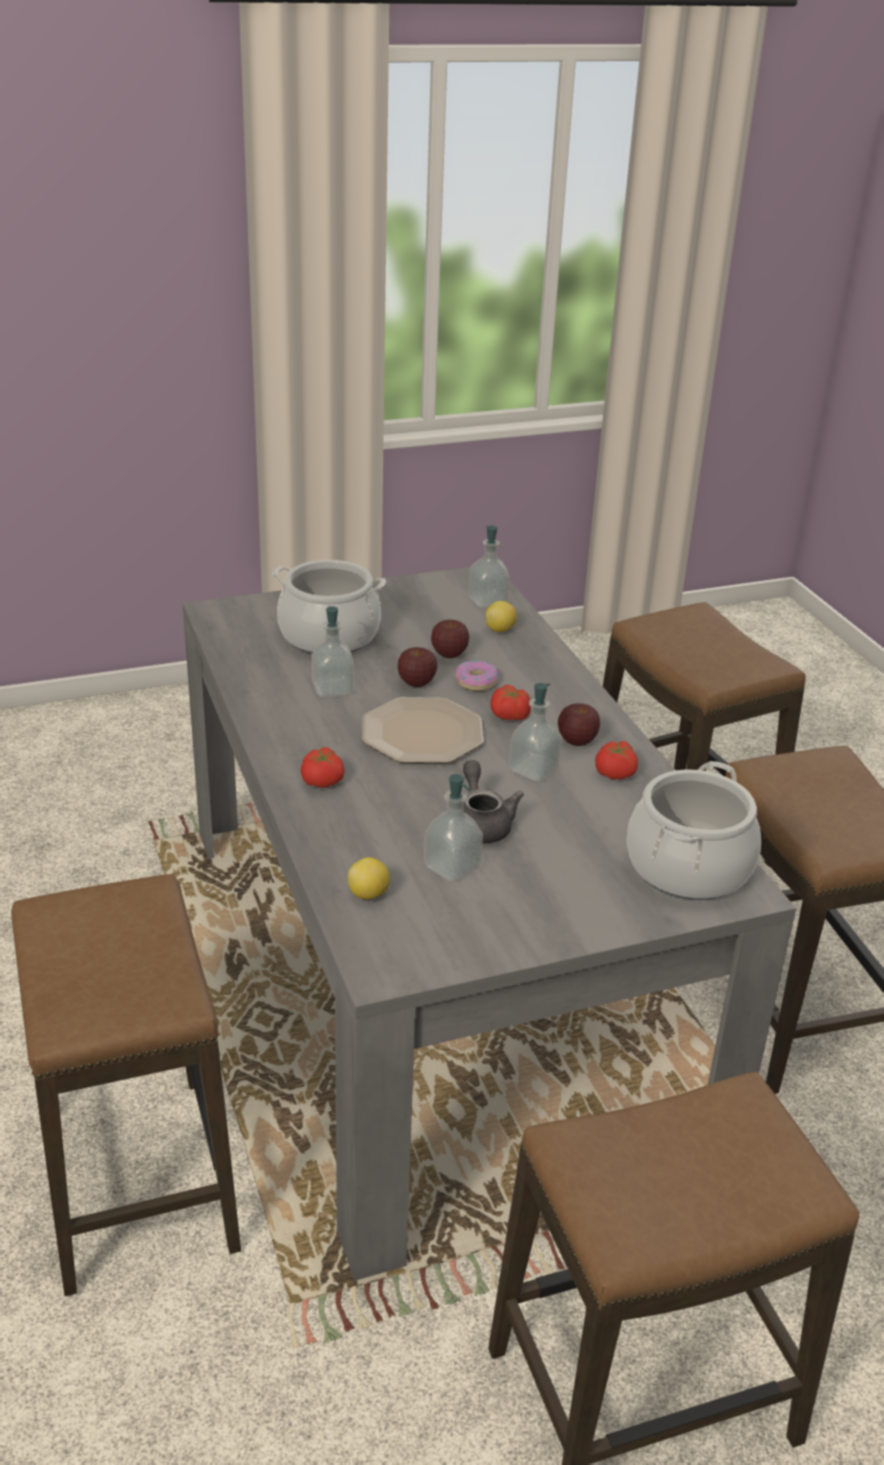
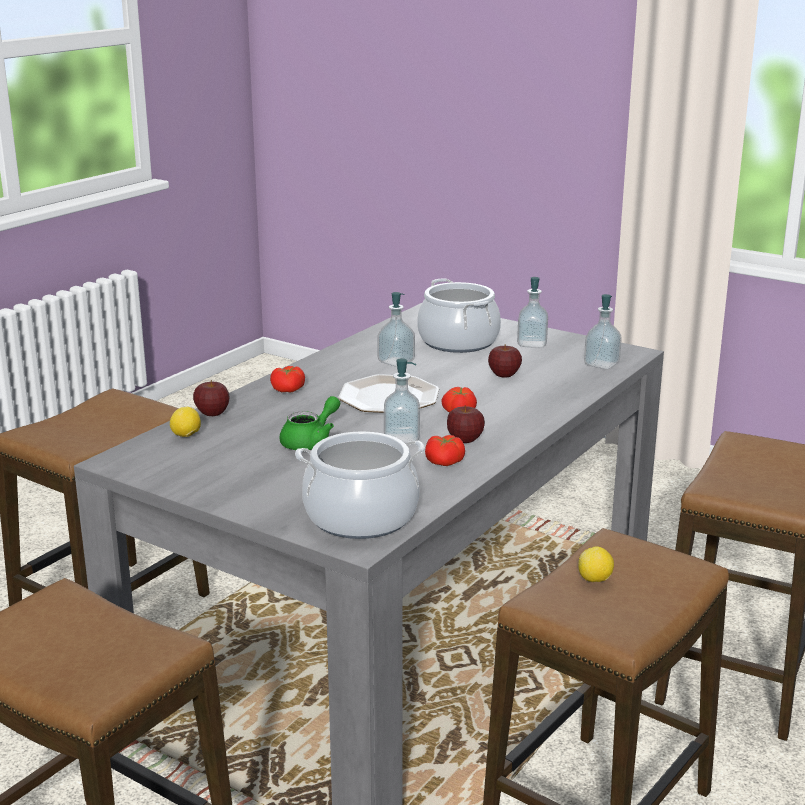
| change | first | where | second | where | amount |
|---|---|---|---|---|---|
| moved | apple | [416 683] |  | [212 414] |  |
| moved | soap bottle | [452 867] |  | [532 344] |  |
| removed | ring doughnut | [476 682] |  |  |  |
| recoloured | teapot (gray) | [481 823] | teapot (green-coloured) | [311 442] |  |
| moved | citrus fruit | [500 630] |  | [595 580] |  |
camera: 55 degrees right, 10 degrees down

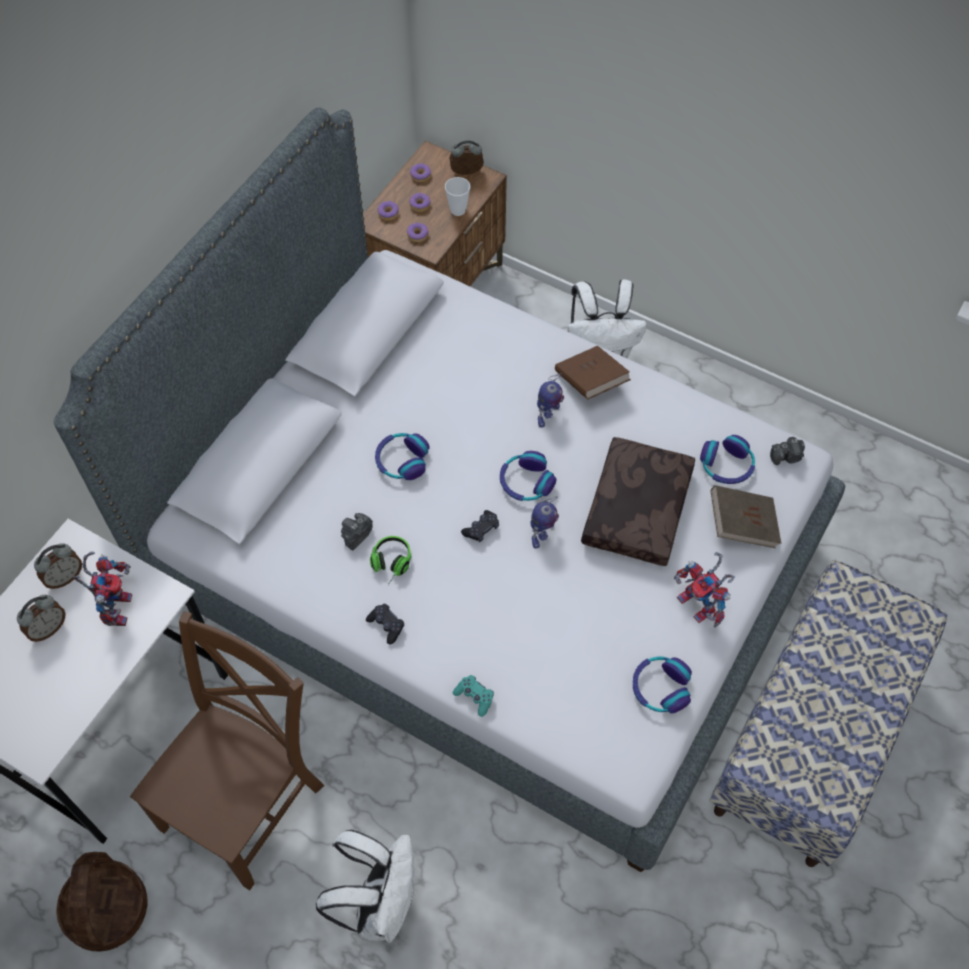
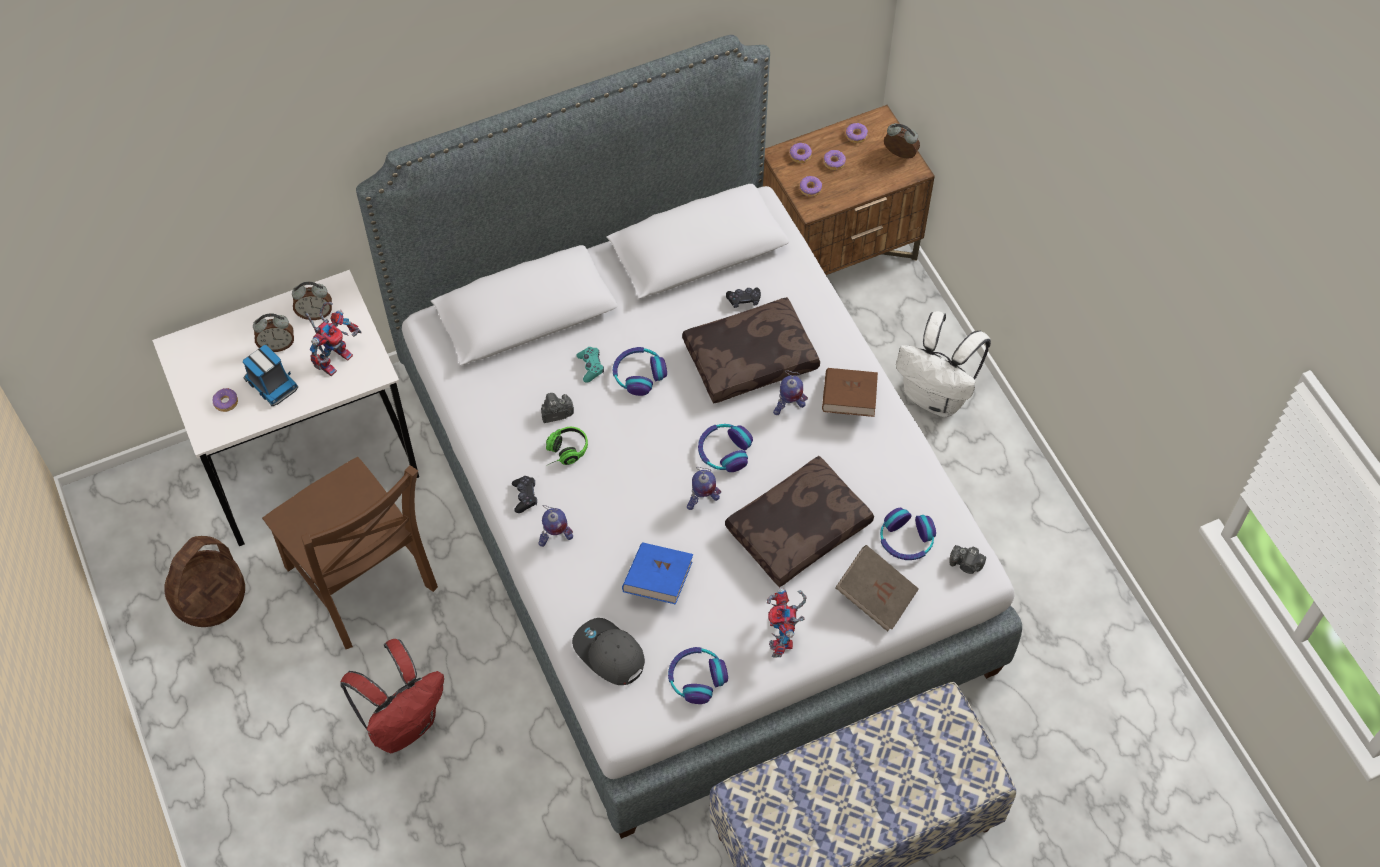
| change | first | where | second | where | amount |
|---|---|---|---|---|---|
| turned | chair (brownish) | [247 801] |  | [363 583] | 75 degrees clockwise |
| recoloured | knapsack (white) | [379 902] | knapsack (reddish) | [403 723] |  |
| removed | small cup | [458 210] |  |  |  |
| moved | game controller (turquoise-coloured) | [474 697] |  | [590 367] |  |
| moved | game controller (black-coloured) | [481 529] |  | [744 300] |  |
| added |  |  | ring doughnut | [226 402] |  |
| added |  |  | toy truck | [271 383] |  |
| added |  |  | robot figure | [555 539] |  |
| added |  |  | baseball cap (gray) | [608 654] |  |
| added |  |  | bound book (bluish) | [658 581] |  |
| added |  |  | throw pillow (brownish) | [750 357] |  |
camera: 35 degrees right, 0 degrees up

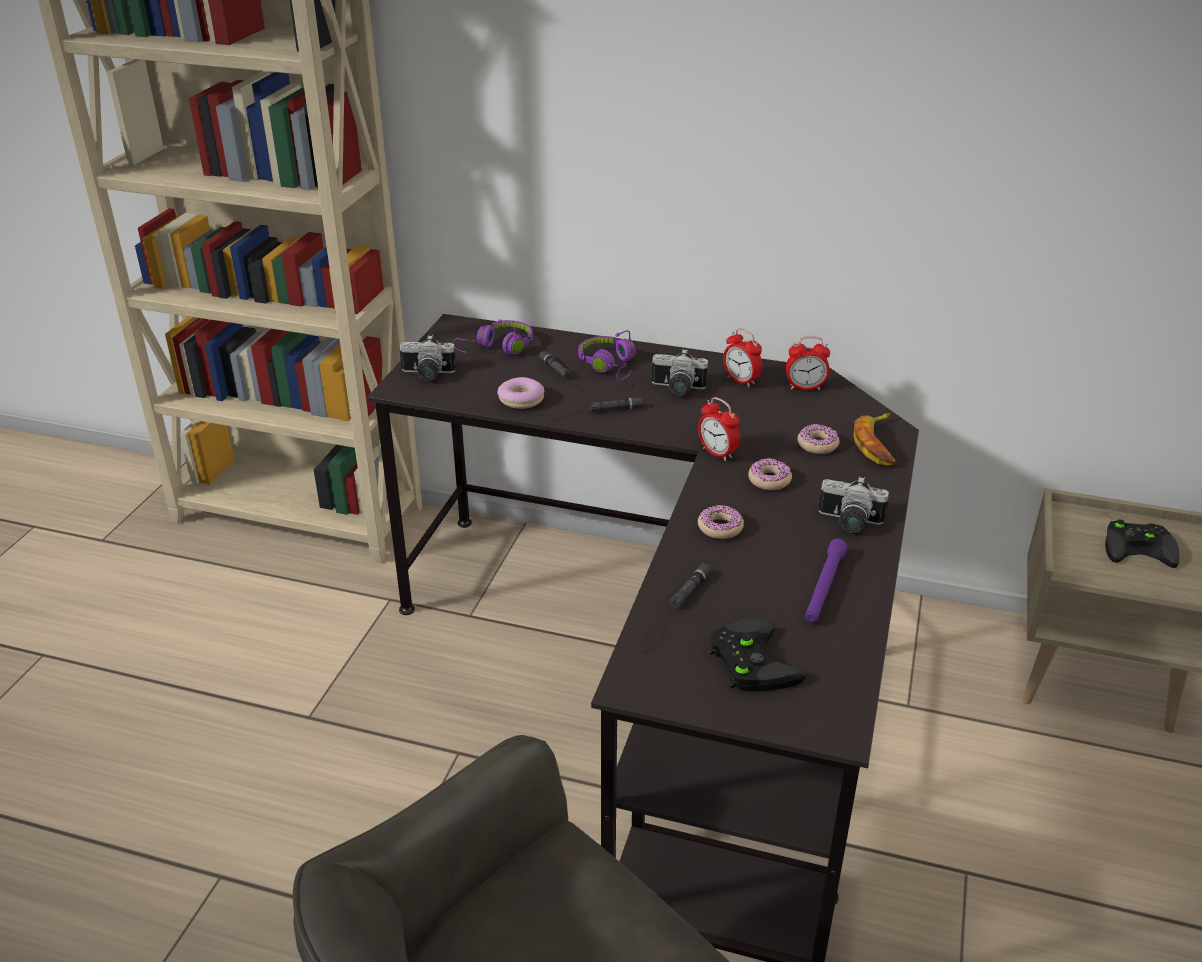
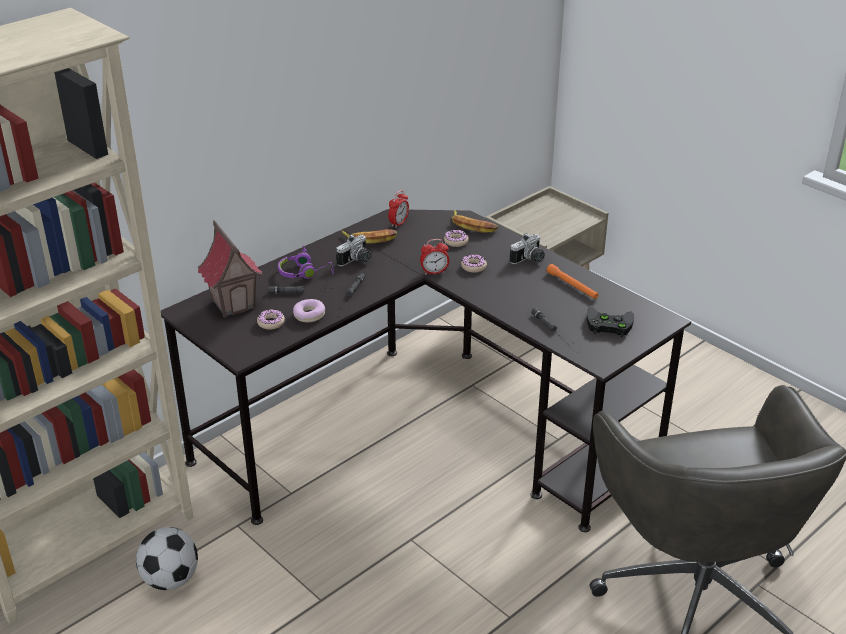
| change | first | where | second | where | amount |
|---|---|---|---|---|---|
| removed | still camera | [427 375] |  |  |  |
| replaced | headphones (purple-coloured) | [498 348] | model house | [234 304] |  |
| moved | ring doughnut | [720 527] |  | [271 323] |  |
| replaced | bedside clock | [741 381] | banana fruit | [370 239] |  |
| recoloured | torch (purple-coloured) | [824 587] | torch (orange-coloured) | [572 286] |  |
| removed | game controller (black-coloured) | [1140 547] |  |  |  |
| added |  |  | ball for football | [170 579] |  |
camera: 60 degrees left, 0 degrees up

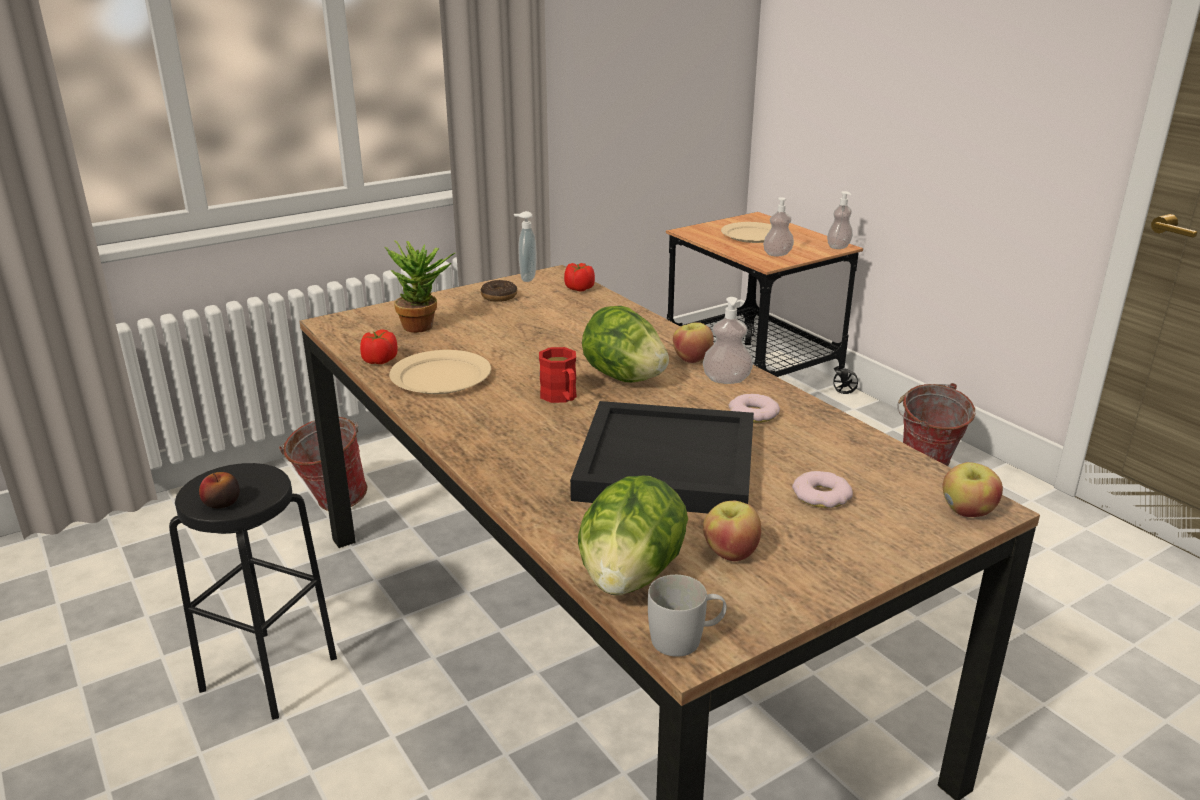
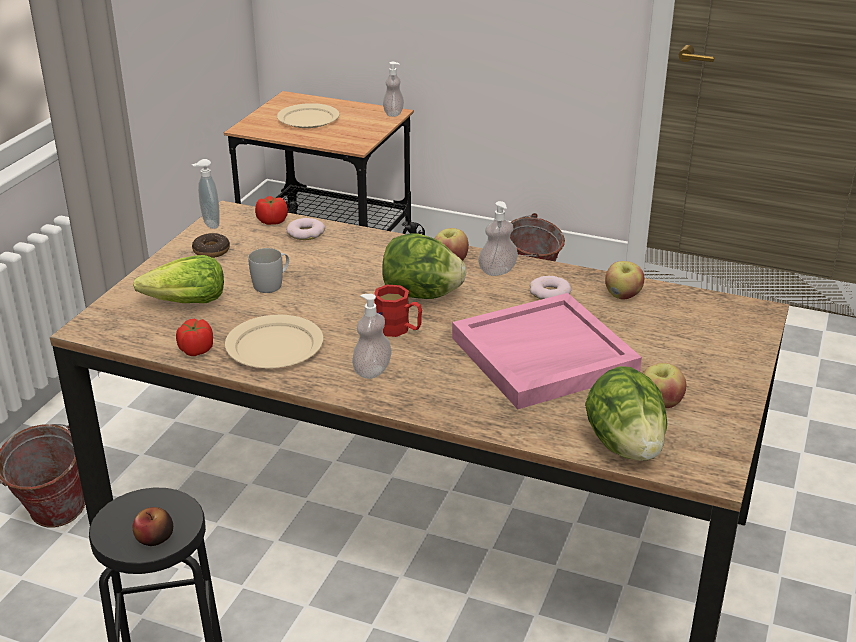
| change | first | where | second | where | amount |
|---|---|---|---|---|---|
| replaced | plant in a pot | [424 326] | head of lettuce | [186 303] |  |
| recoloured | serving tray (black-coloured) | [665 465] | serving tray (pink-coloured) | [543 356] |  |
| moved | tea mug (white) | [686 639] |  | [272 284] |  |
| moved | soap bottle | [777 254] |  | [372 371] |  |
| moved | ring doughnut | [821 495] |  | [306 233] |  |
| moved | apple | [967 512] |  | [622 296] |  |
camera: 35 degrees left, 5 degrees up

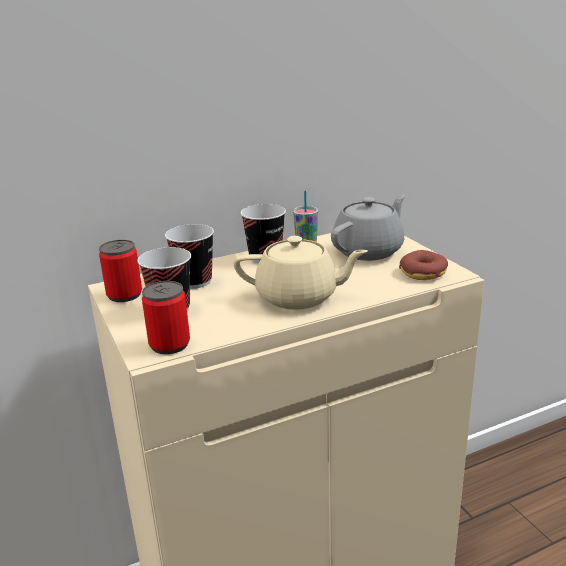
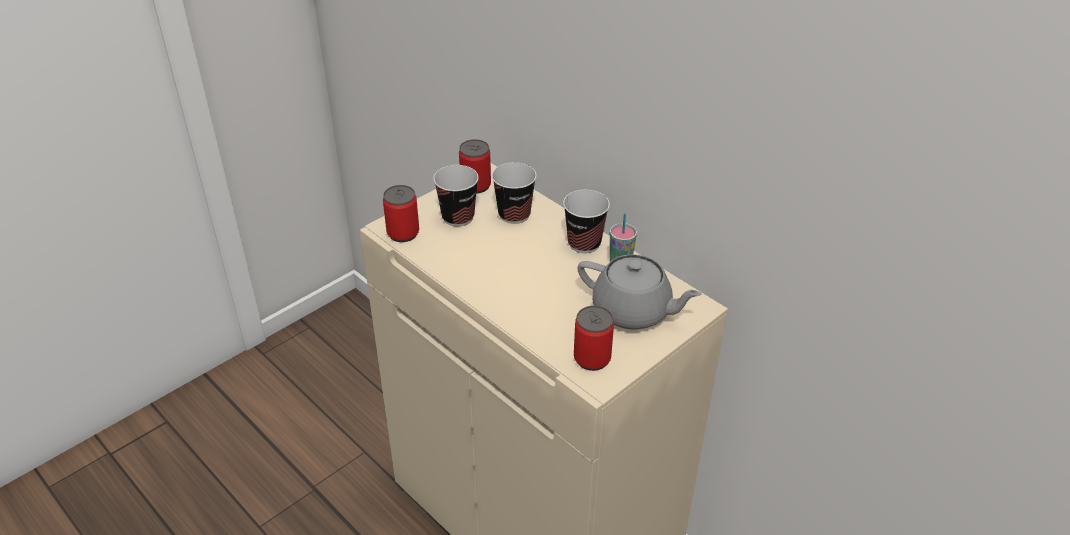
| change | first | where | second | where | amount |
|---|---|---|---|---|---|
| removed | teapot (sand-coloured) | [299 297] |  |  |  |
| replaced | ring doughnut | [423 272] | metal can | [592 358] |  |
camera: 70 degrees right, 15 degrees up

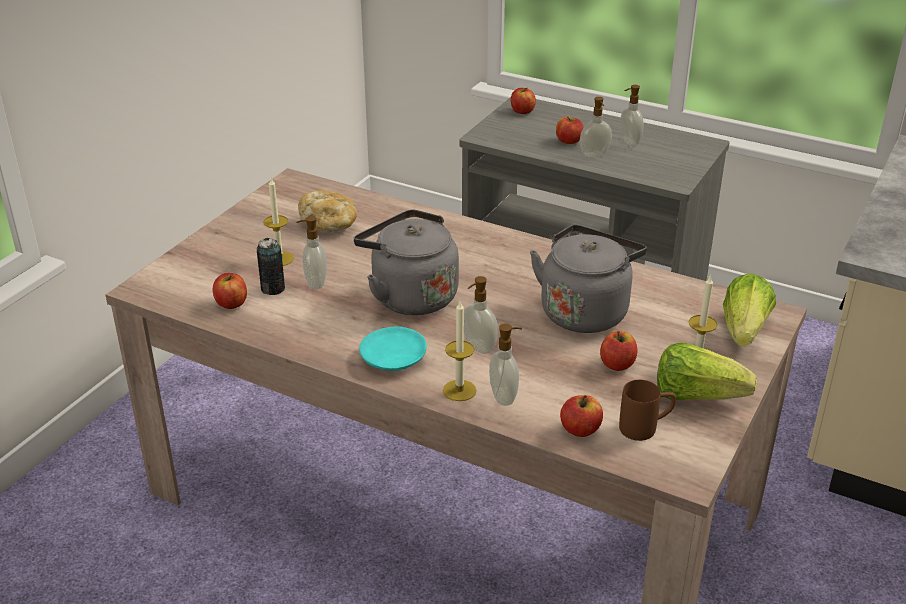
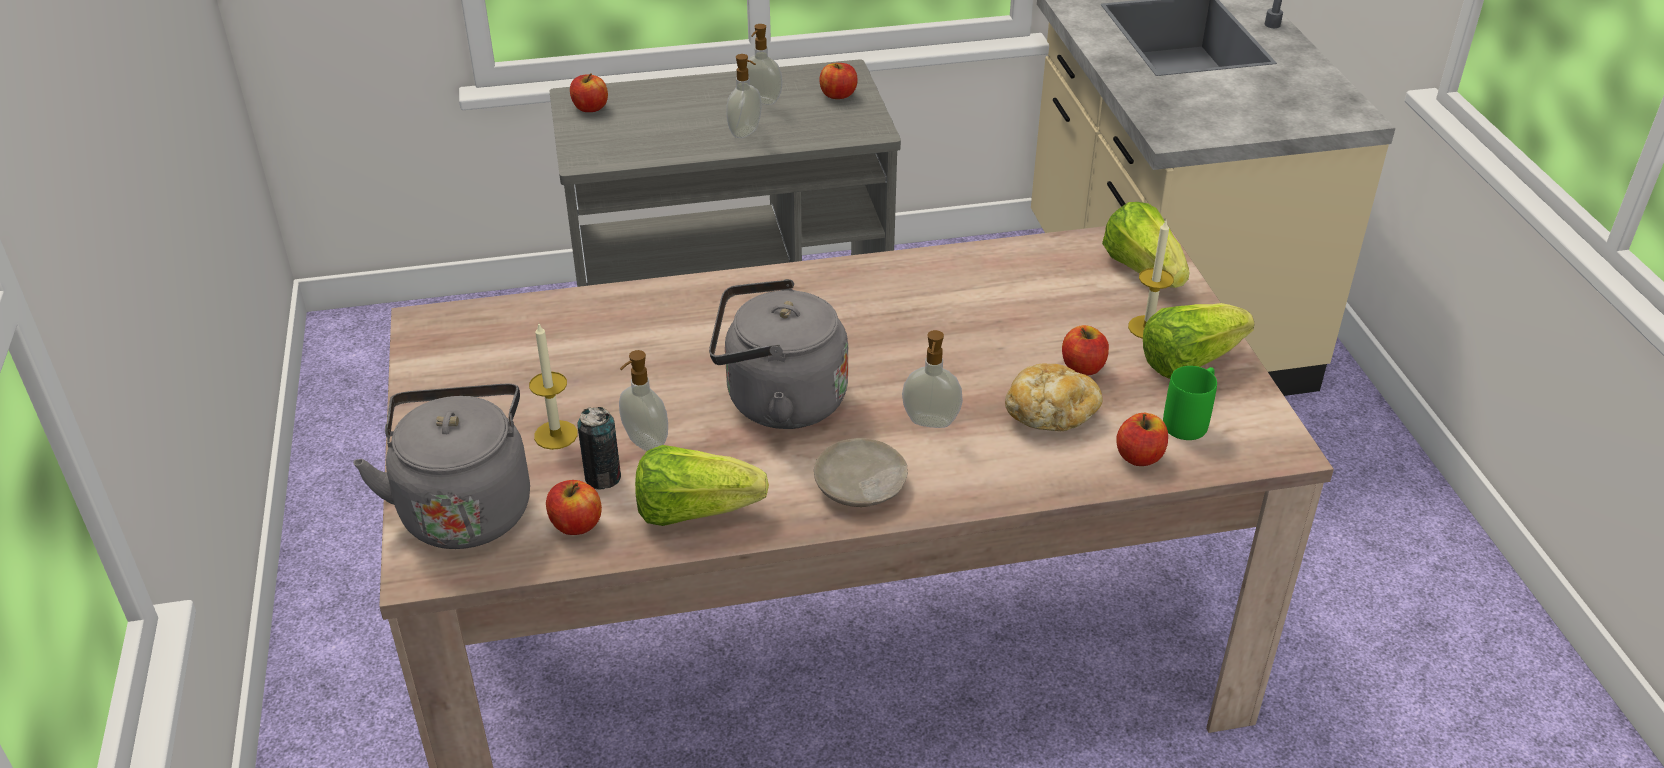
| change | first | where | second | where | amount |
|---|---|---|---|---|---|
| moved | baked bread | [329 224] |  | [1050 414] |  |
| recoloured | flat dish (turquoise-coloured) | [393 358] | flat dish (sand-coloured) | [860 486] |  |
| removed | wax candle | [459 390] |  |  |  |
| removed | soap bottle | [504 397] |  |  |  |
| moved | water kettle (gray) | [585 311] |  | [465 507] |  |
| moved | apple | [569 141] |  | [838 95] |  |
| recoloured | tea mug (brownish) | [646 427] | tea mug (green-coloured) | [1190 420] |  |
| added |  |  | head of lettuce | [694 511] |  |
camera: 40 degrees left, 5 degrees up

